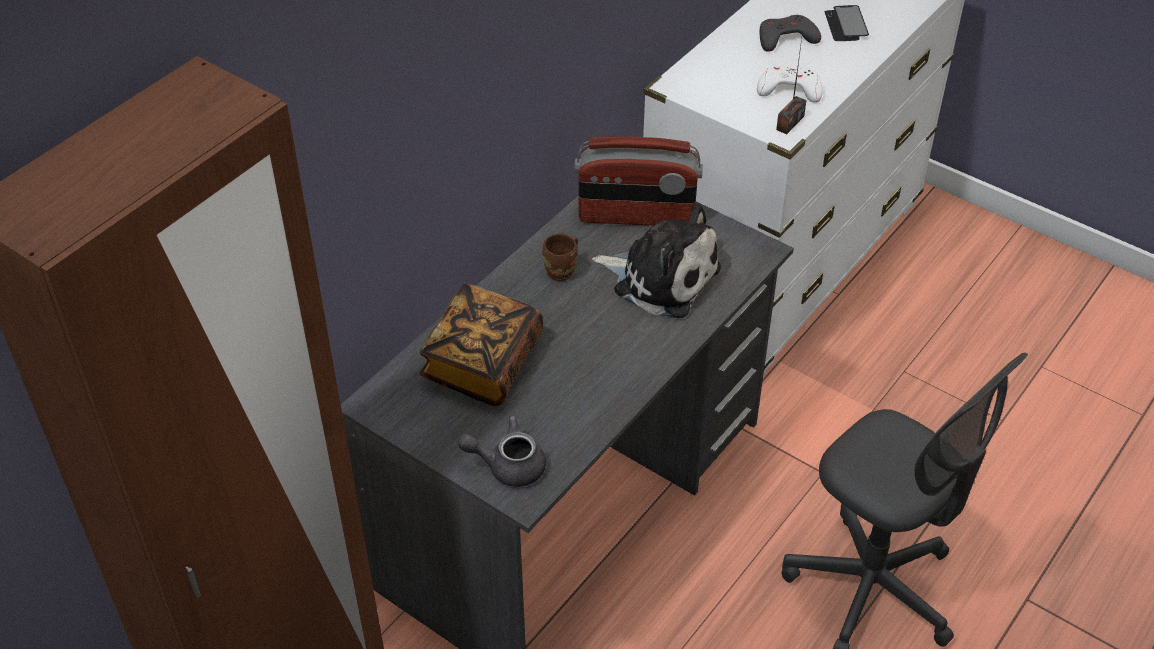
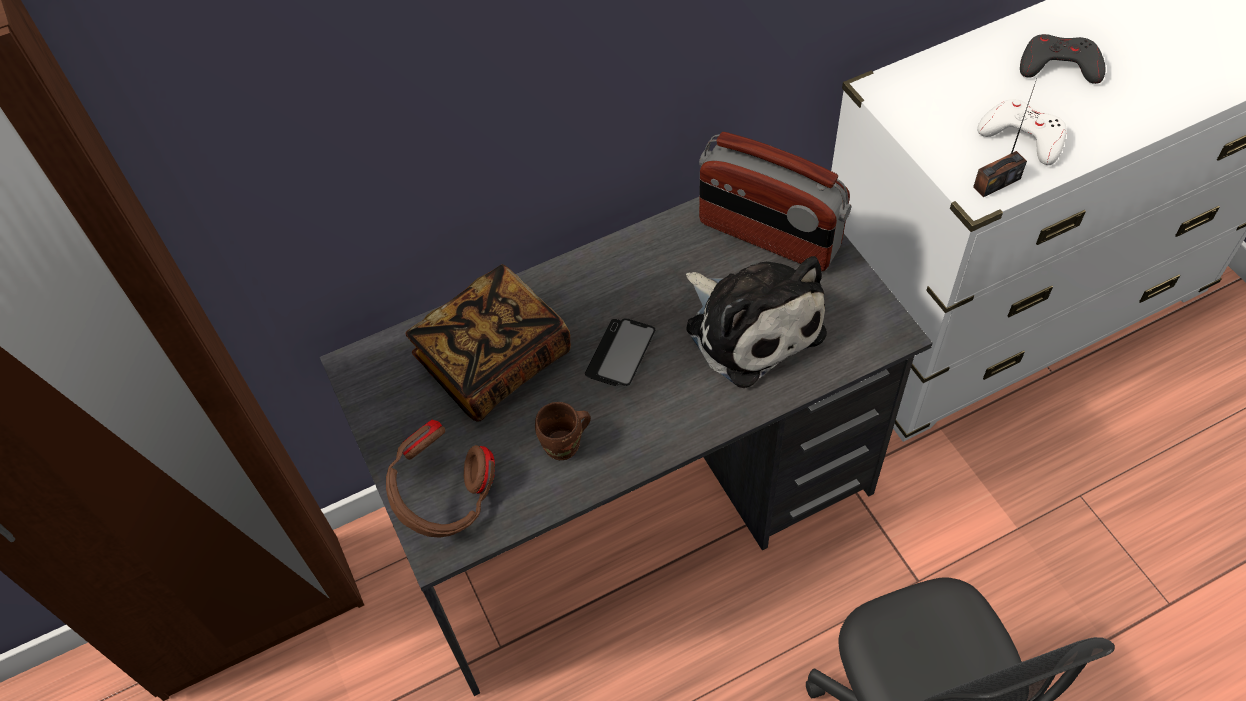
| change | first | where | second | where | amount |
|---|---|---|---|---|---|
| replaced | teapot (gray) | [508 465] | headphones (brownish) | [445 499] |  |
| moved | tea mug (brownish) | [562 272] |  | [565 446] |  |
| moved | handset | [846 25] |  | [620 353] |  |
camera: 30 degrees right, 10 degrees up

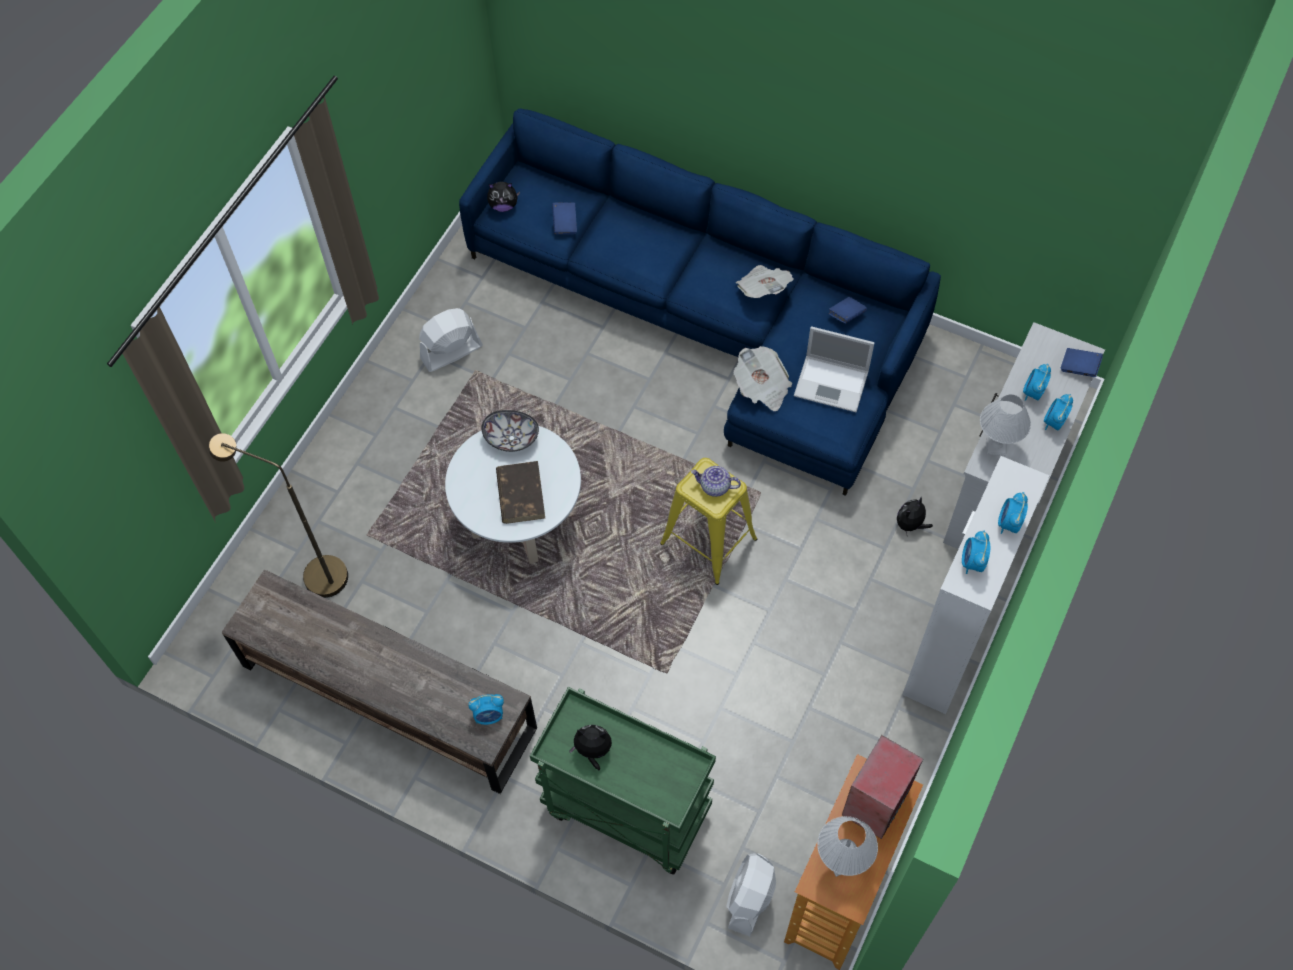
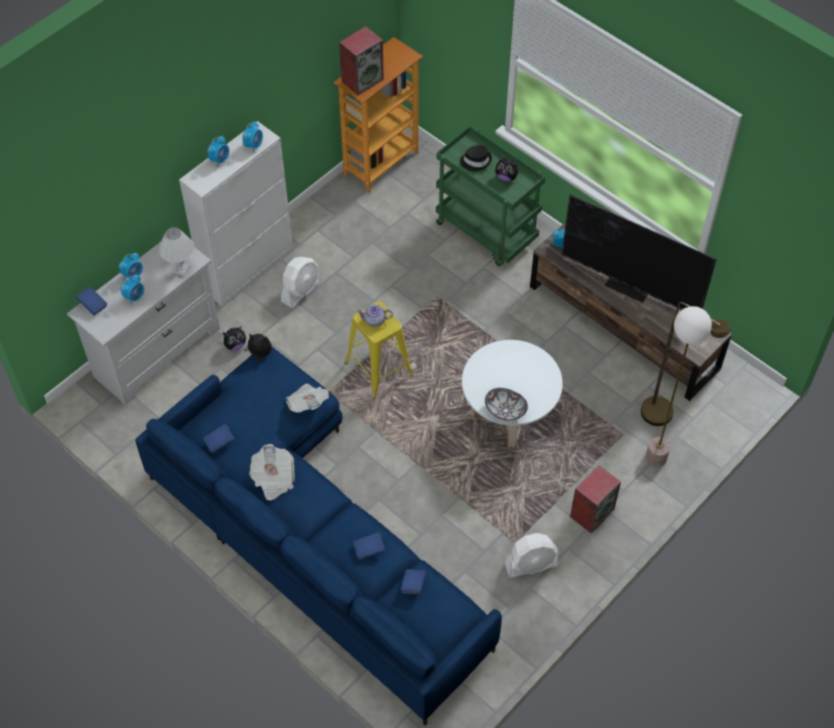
| change | first | where | second | where | amount |
|---|---|---|---|---|---|
| moved | cuddly toy | [503 206] |  | [260 354] |  |
| removed | bound book (brownish) | [520 494] |  |  |  |
| turned | teapot | [714 487] |  | [374 320] | 150 degrees clockwise |
| moved | electric fan (white) | [750 898] |  | [301 290] |  |
| removed | laptop | [832 383] |  |  |  |
| removed | table lamp (white) | [841 861] |  |  |  |
| added |  |  | bound book (bluish) | [369 549] |  |
| added |  |  | clothing hat (black-coloured) | [476 161] |  |
| added |  |  | TV | [629 286] |  |
| added |  |  | speaker | [592 512] |  |
| added |  |  | floor lamp | [656 458] |  |
camera: 165 degrees left, 5 degrees down

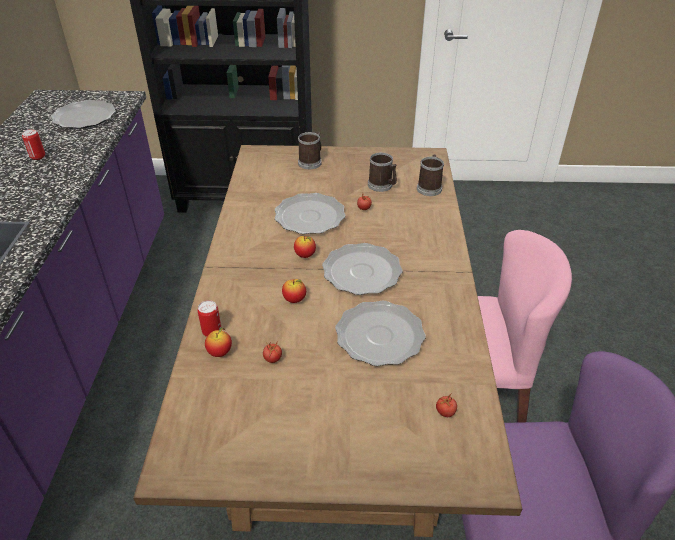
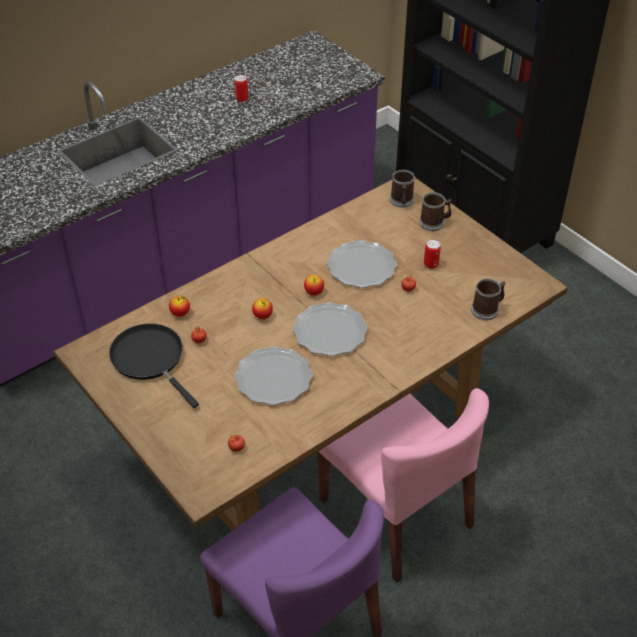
| change | first | where | second | where | amount |
|---|---|---|---|---|---|
| removed | flat dish | [84 117] |  |  |  |
| moved | metal can | [212 332] |  | [431 264] |  |
| moved | tea mug | [382 185] |  | [402 201] |  |
| added |  |  | pan (black-coloured) | [150 359] |  |
camera: 50 degrees right, 5 degrees up

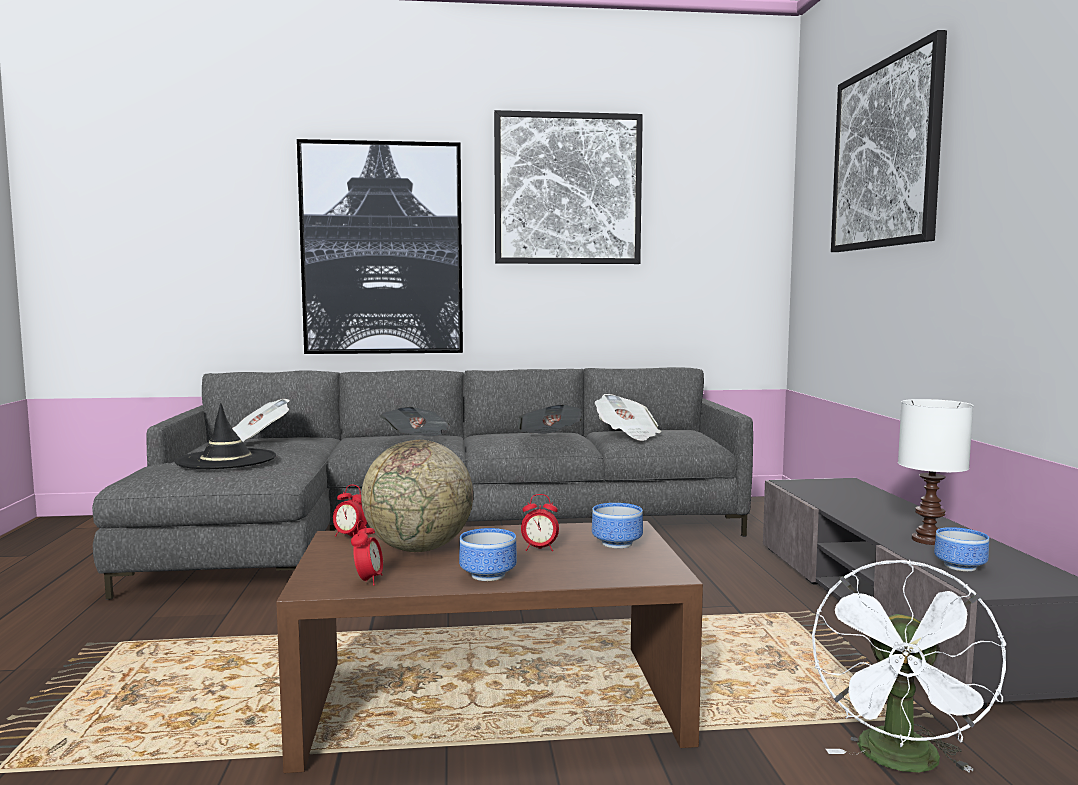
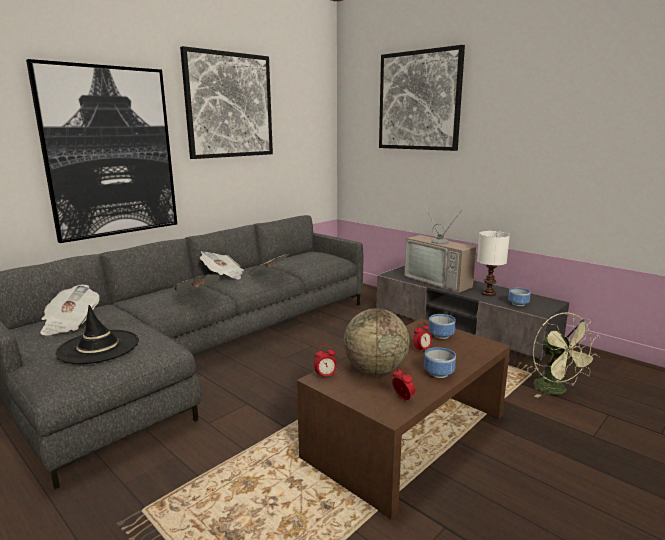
| change | first | where | second | where | amount |
|---|---|---|---|---|---|
| moved | daily paper | [627 435] |  | [223 275] |  |
| recoloured | electric fan (white) | [902 763] | electric fan (green-coloured) | [556 390] |  |
| added |  |  | TV | [440 281] |  |
camera: 40 degrees left, 10 degrees up

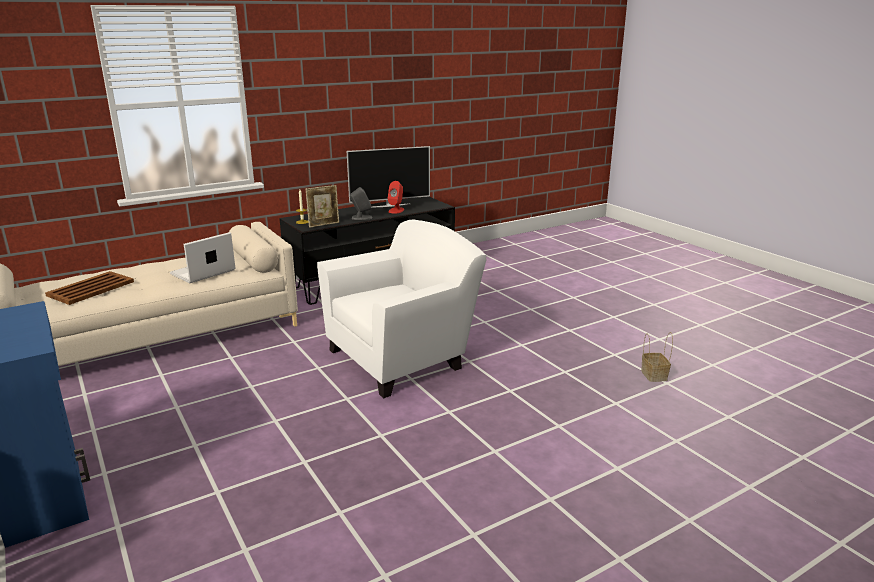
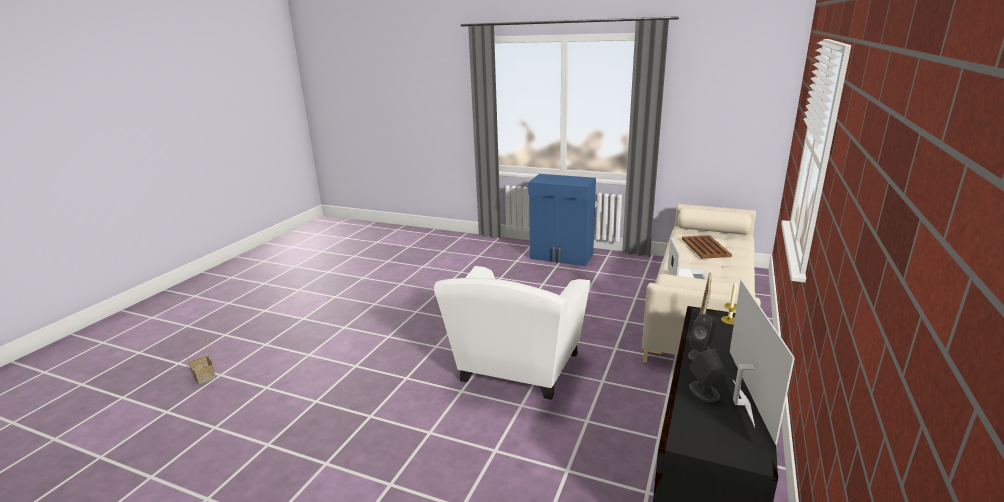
| change | first | where | second | where | amount |
|---|---|---|---|---|---|
| turned | TV | [389 205] |  | [741 402] | 150 degrees clockwise |
| recoloured | speaker (reddish) | [396 210] | speaker (gray) | [704 392] |  |
| moved | storage basket | [653 375] |  | [205 377] |  |
camera: 145 degrees right, 0 degrees up

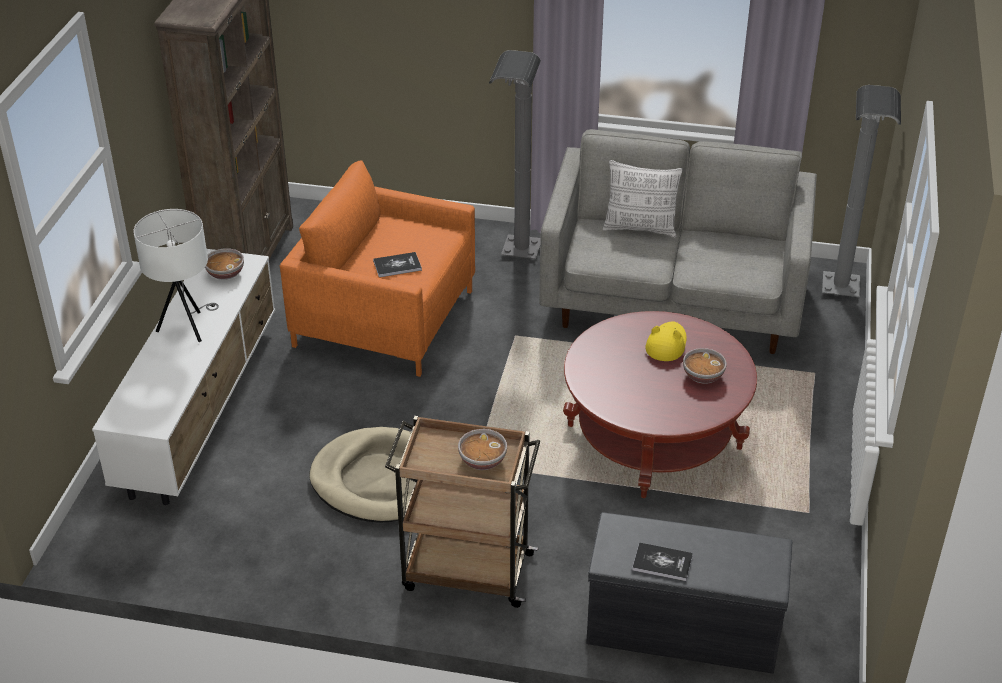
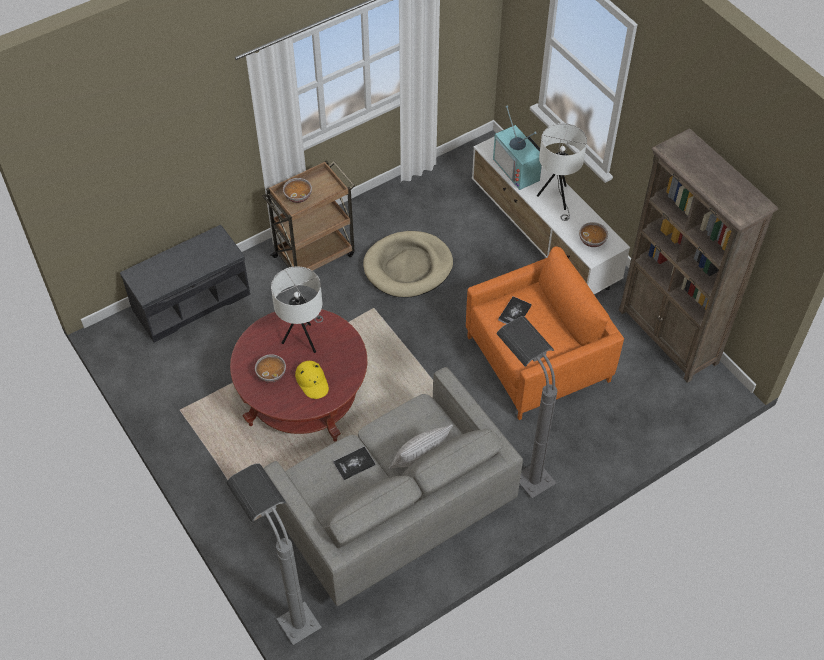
| change | first | where | second | where | amount |
|---|---|---|---|---|---|
| moved | bound book | [662 563] |  | [354 464] |  |
| added |  |  | table lamp (white) | [304 339] |  |
| added |  |  | TV | [518 169] |  |
camera: 135 degrees right, 15 degrees up

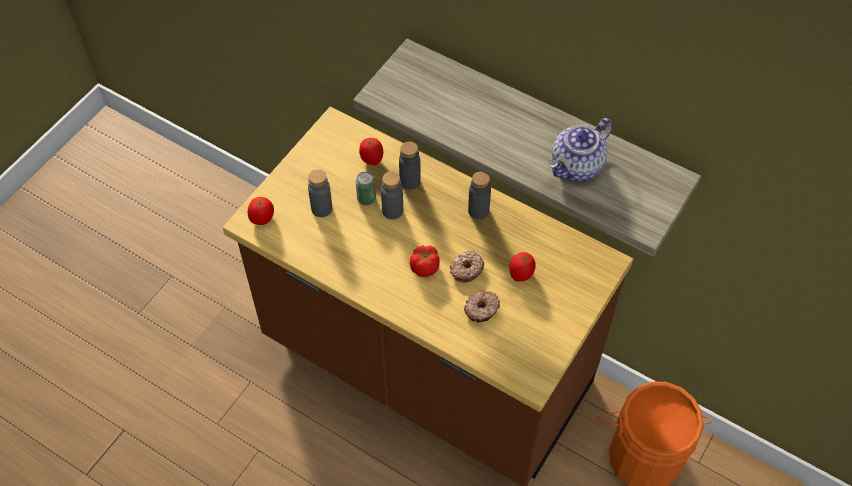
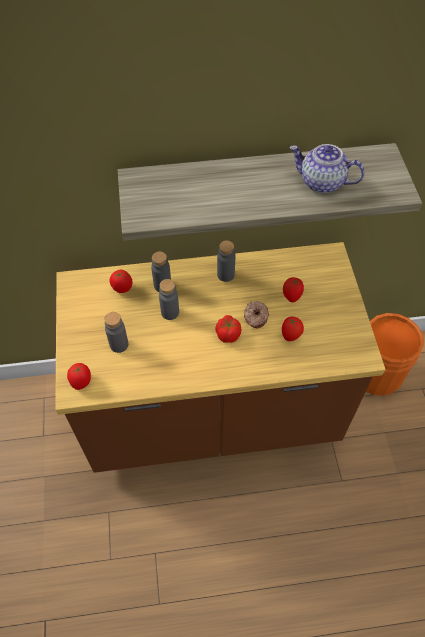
| change | first | where | second | where | amount |
|---|---|---|---|---|---|
| removed | metal can | [366 199] |  |  |  |
| replaced | ring doughnut | [482 310] | fresh tomato | [291 335] |  |
| turned | teapot | [577 166] |  | [321 182] | 105 degrees clockwise |
camera: 40 degrees left, 0 degrees up

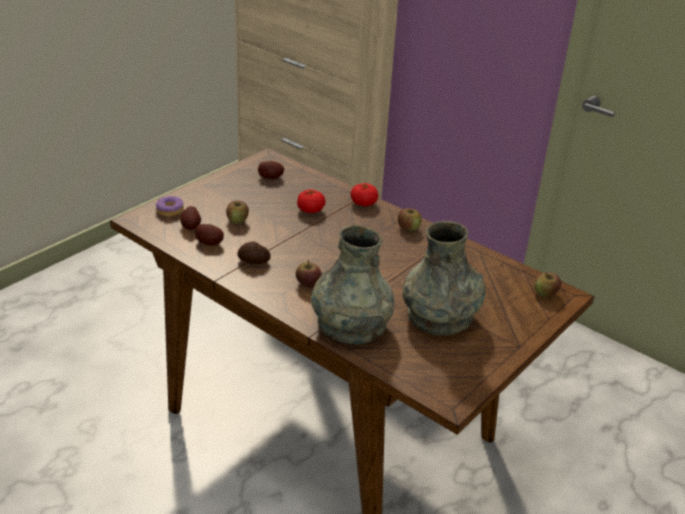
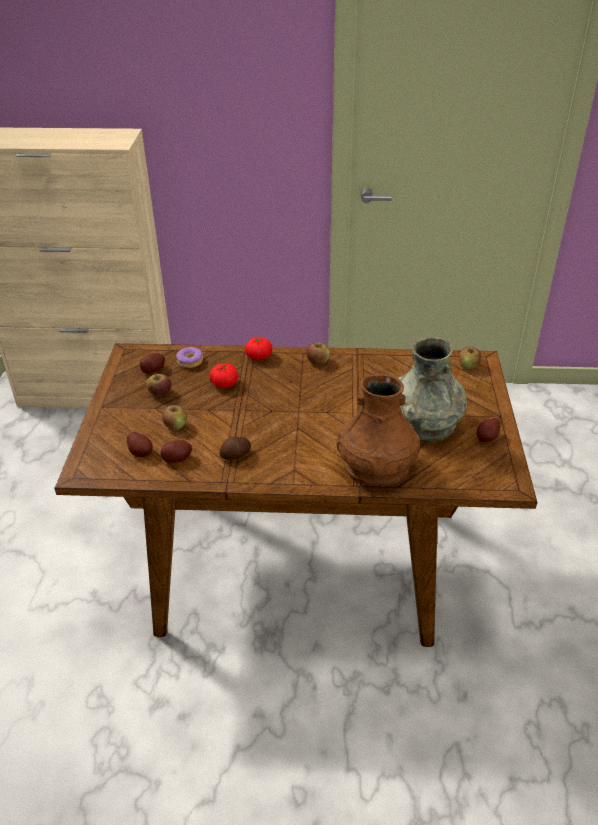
| change | first | where | second | where | amount |
|---|---|---|---|---|---|
| moved | ring doughnut | [170 211] |  | [190 361] |  |
| moved | apple | [308 284] |  | [160 393] |  |
| recoloured | flower vase (gray) | [351 325] | flower vase (brownish) | [376 466] |  |
| added |  |  | spud | [486 438] |  |
camera: 35 degrees left, 5 degrees up

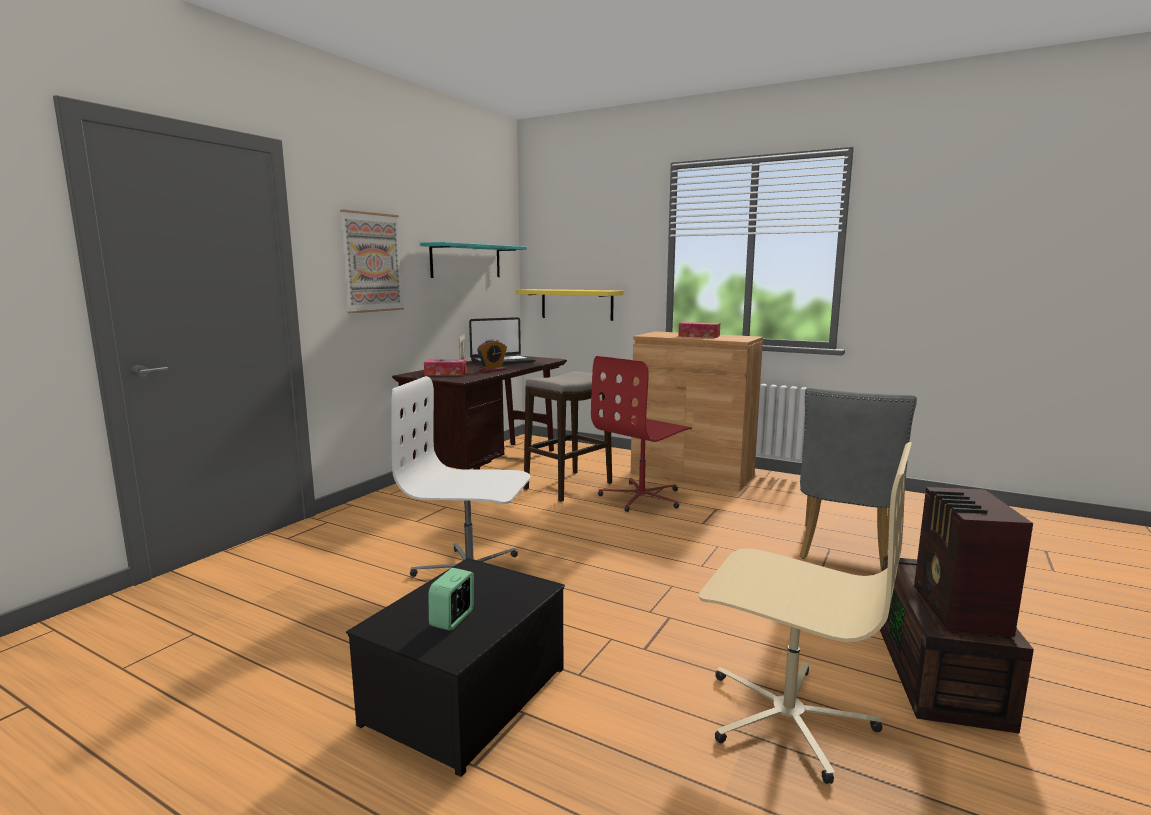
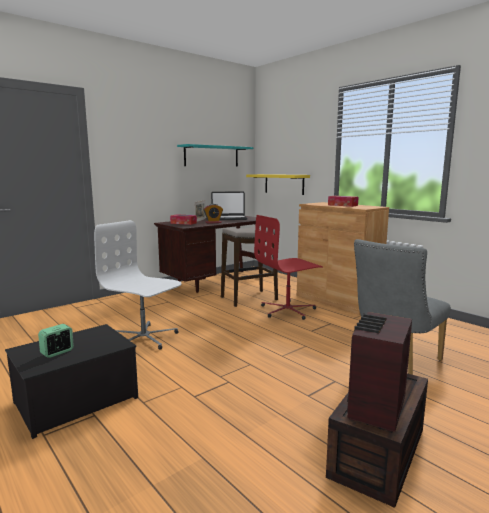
| change | first | where | second | where | amount |
|---|---|---|---|---|---|
| removed | picture | [372 262] |  |  |  |
| removed | computer chair (sand-coloured) | [787 716] |  |  |  |
camera: 20 degrees right, 0 degrees up

